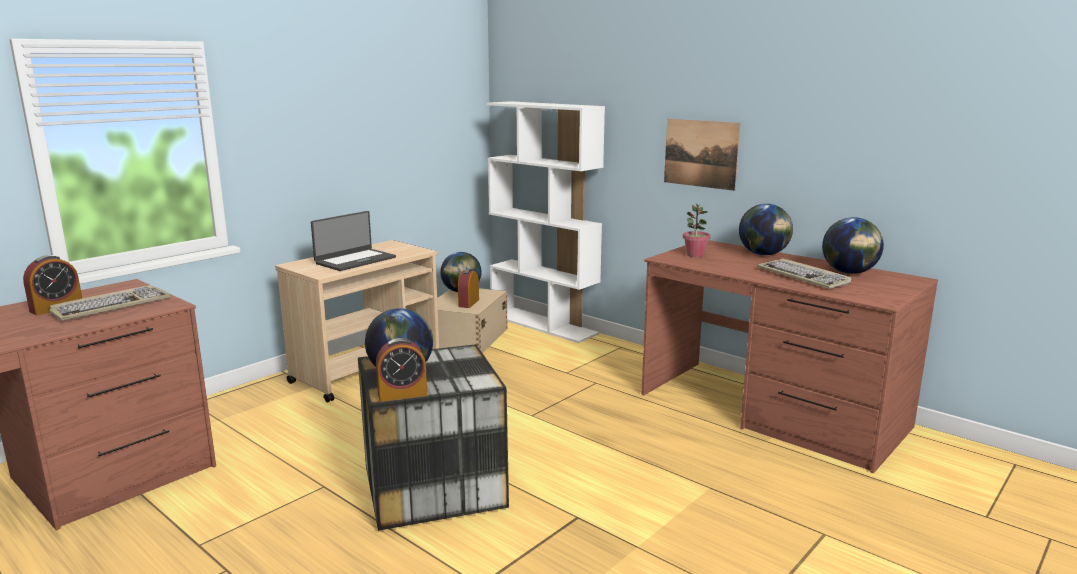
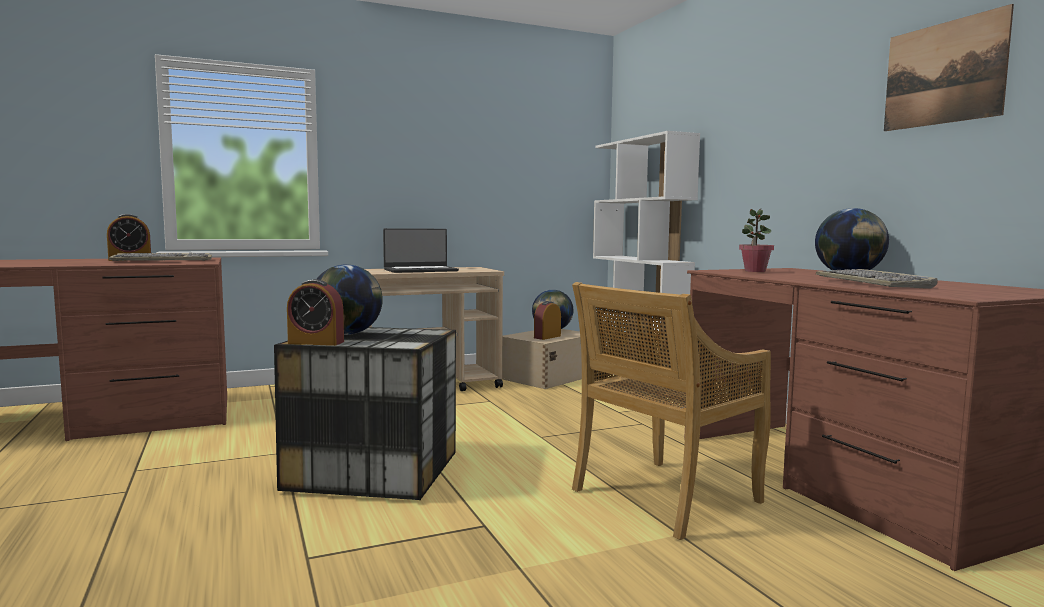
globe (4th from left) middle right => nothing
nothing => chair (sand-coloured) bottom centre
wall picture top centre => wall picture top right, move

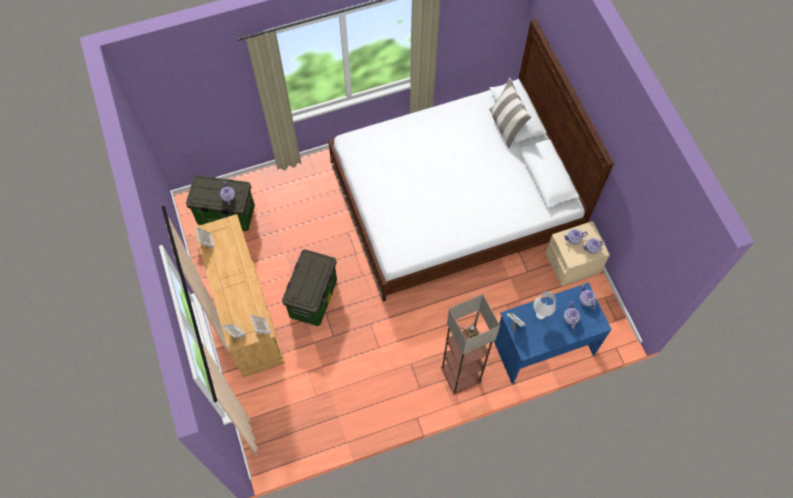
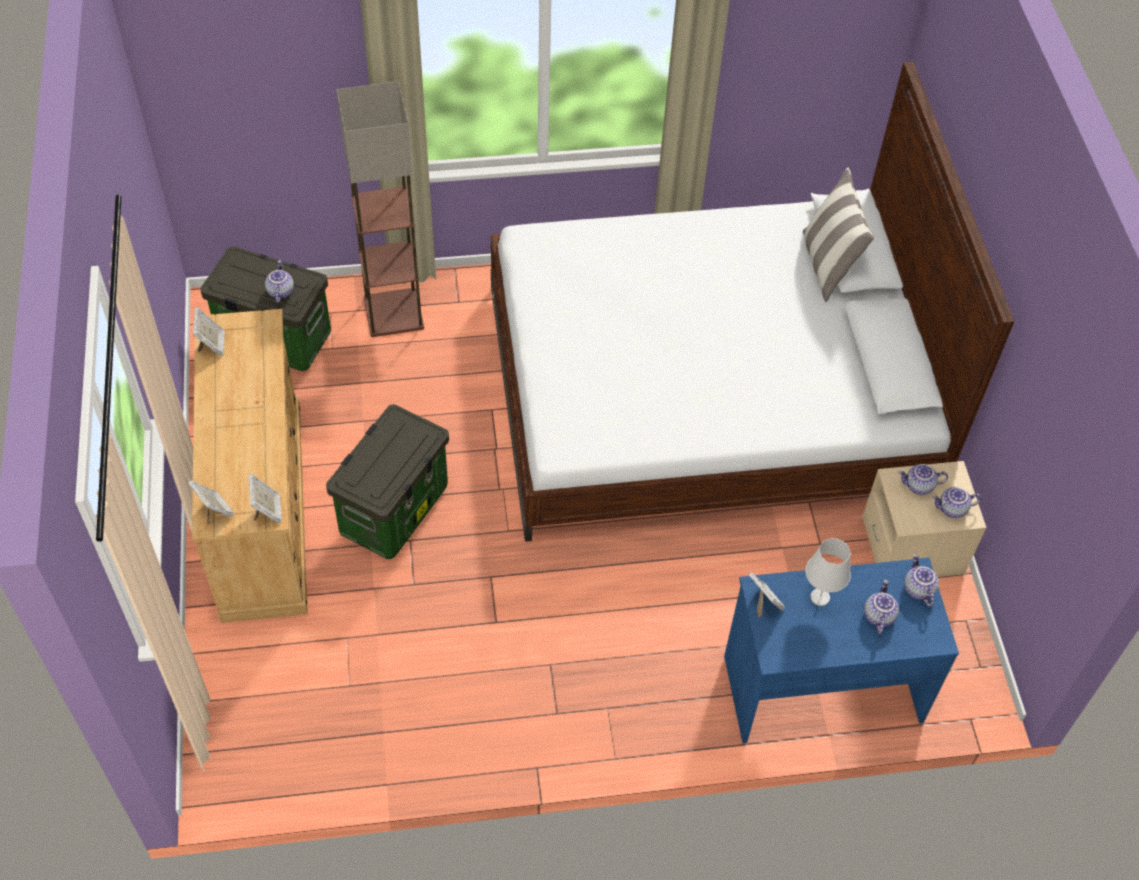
floor lamp bottom centre => floor lamp top centre, move

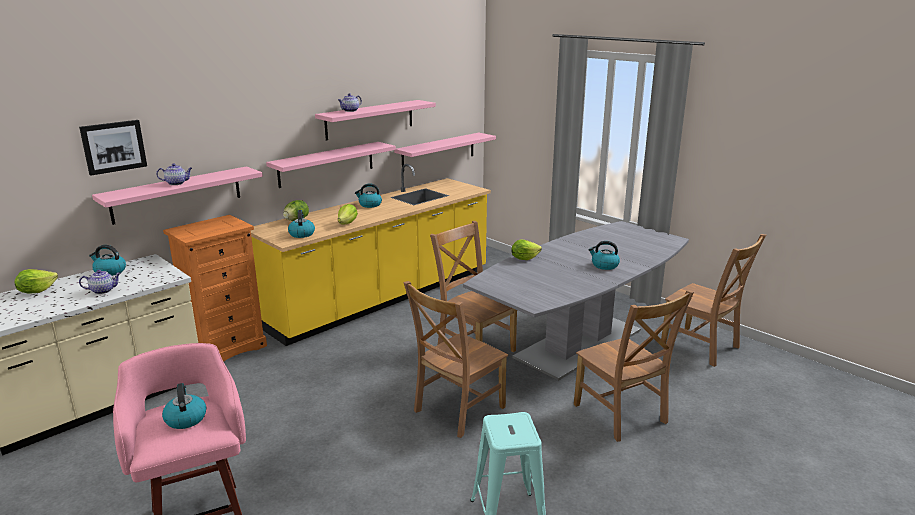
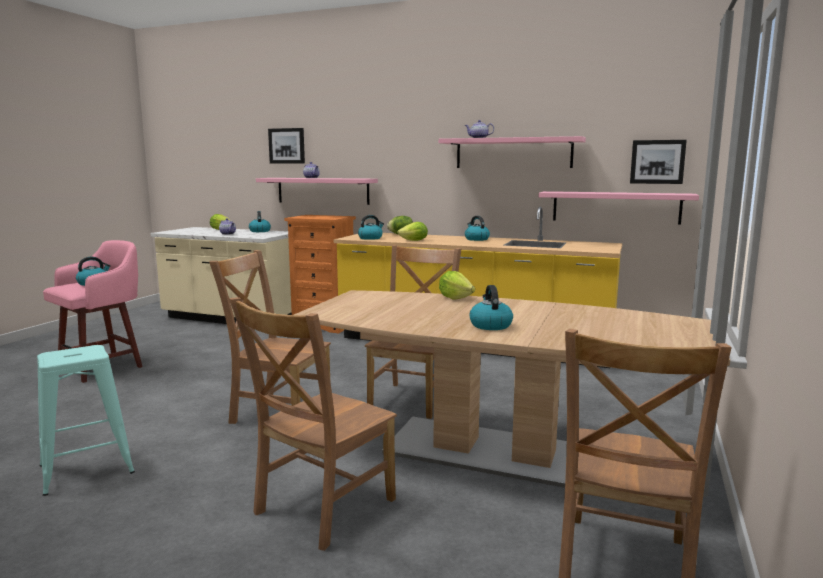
shelf (pink) (2nd from left) top centre => nothing
nothing => wall picture (2nd from left) top right
dining table (grey) centre => dining table (brownish) bottom centre

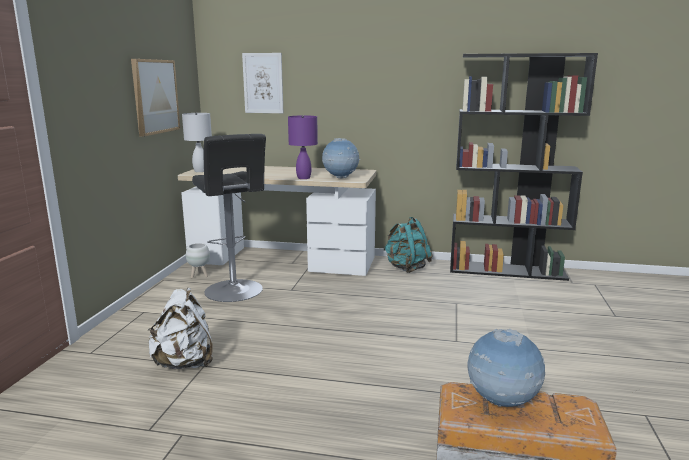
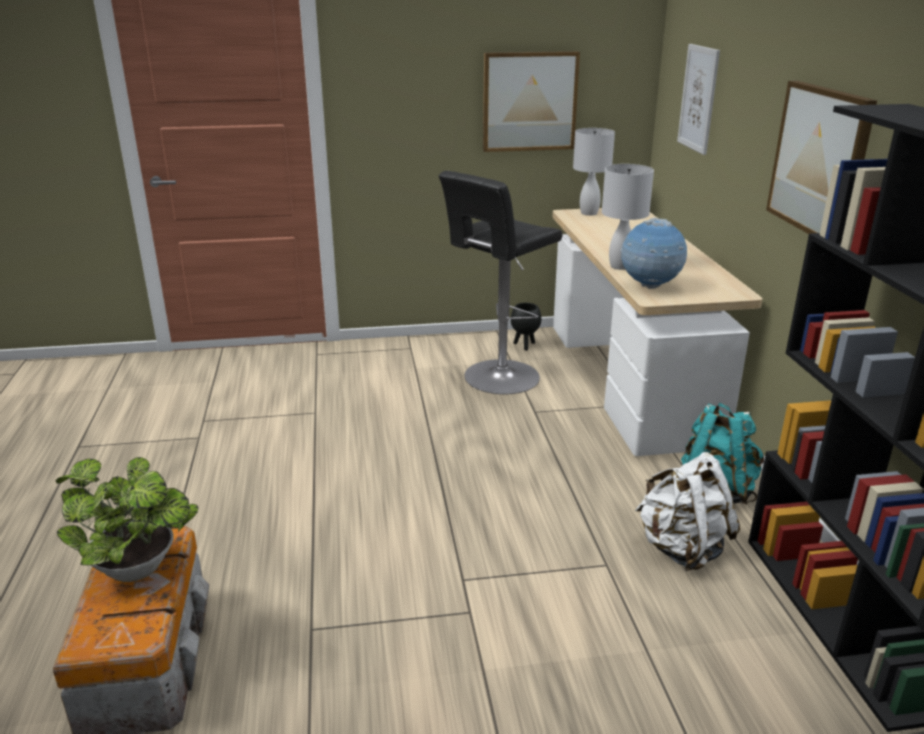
nothing => wall picture (3rd from left) top right
rucksack (whitish) bottom left => rucksack (whitish) bottom right, move
globe (2nd from left) bottom right => plant in a pot bottom left
planter (whitish) middle left => planter (black-coloured) centre
tabletop lamp (purplish) top centre => tabletop lamp (whitish) (2nd from left) top right

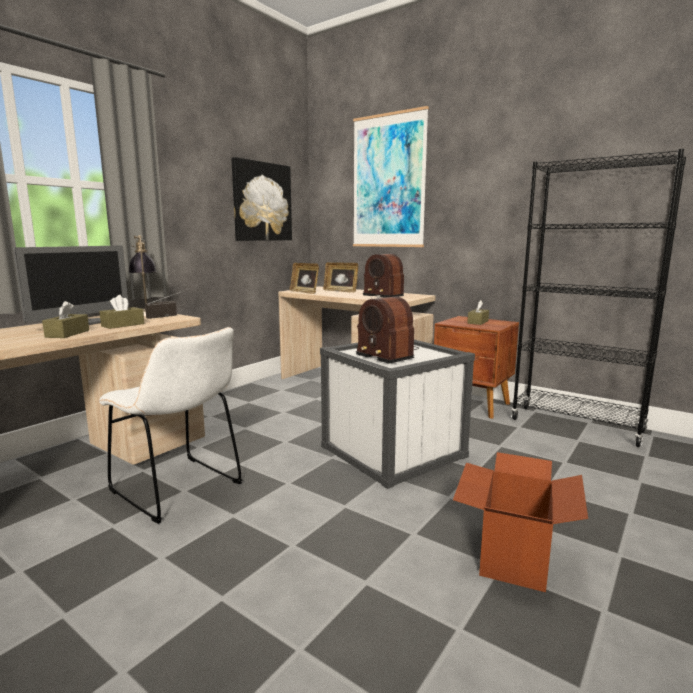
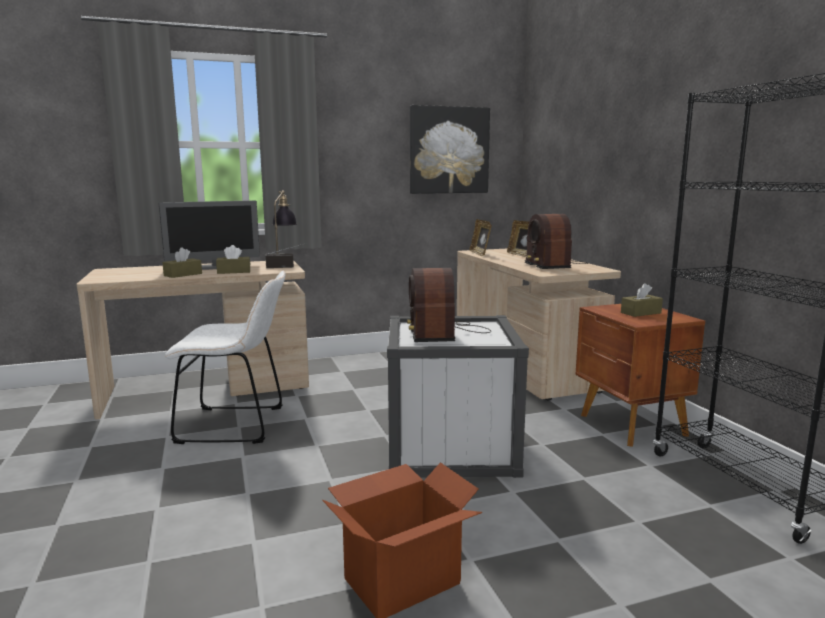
wall picture (2nd from left) top centre => nothing
chair (whitish) middle left, 75 degrees counterclockwise

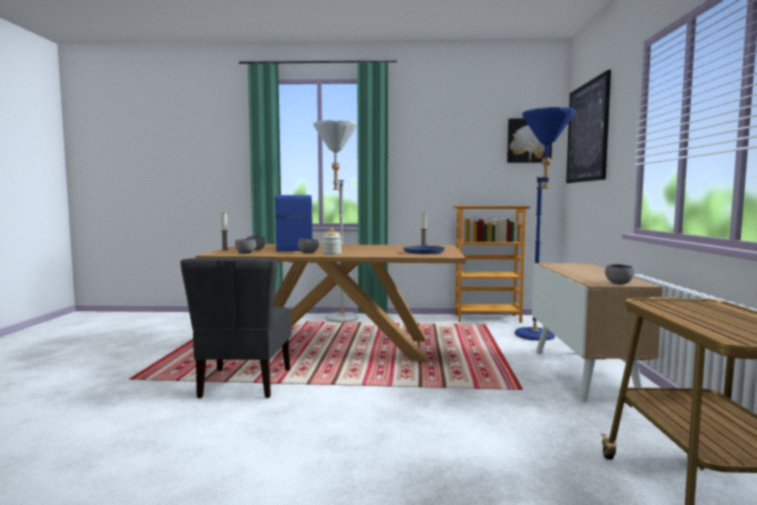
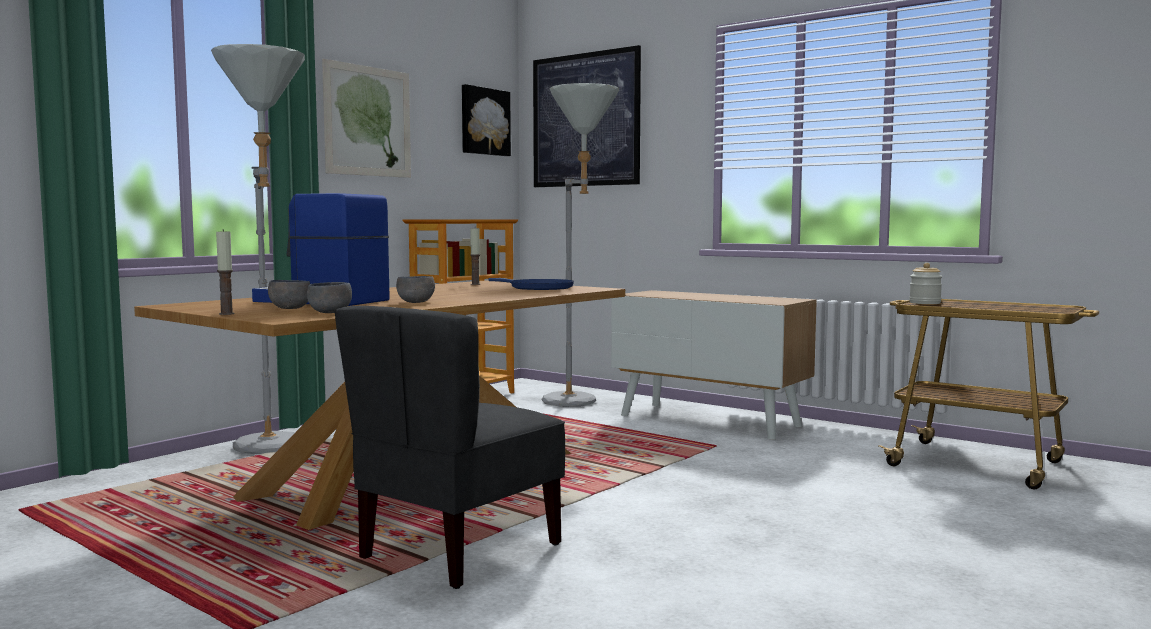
deep dish (grey) (4th from left) middle right => nothing
nothing => wall picture (1st from left) top left
storage jar centre => storage jar middle right, move
floor lamp (blue-coloured) middle right => floor lamp (grey) (2nd from left) centre
chair (grey) middle left => chair (grey) bottom centre, 90 degrees clockwise

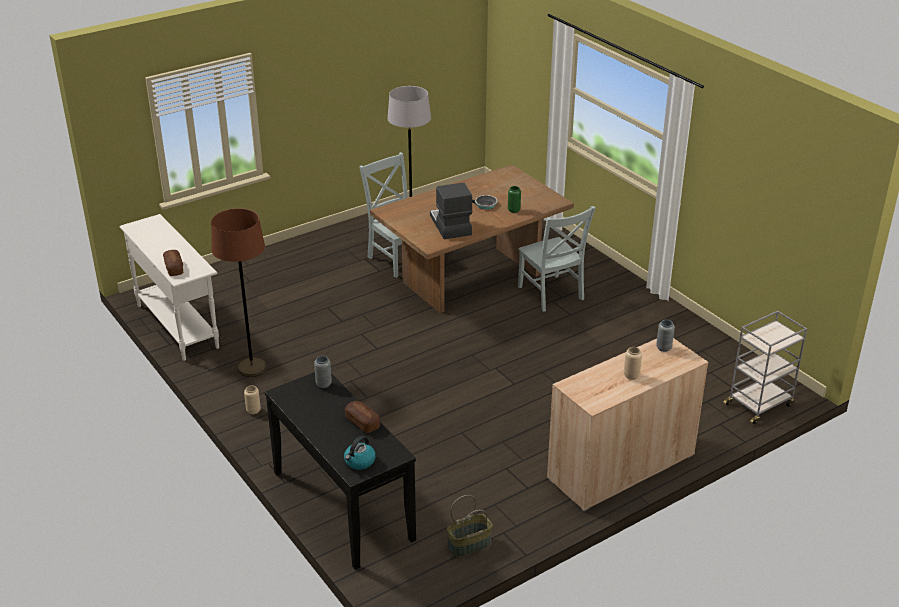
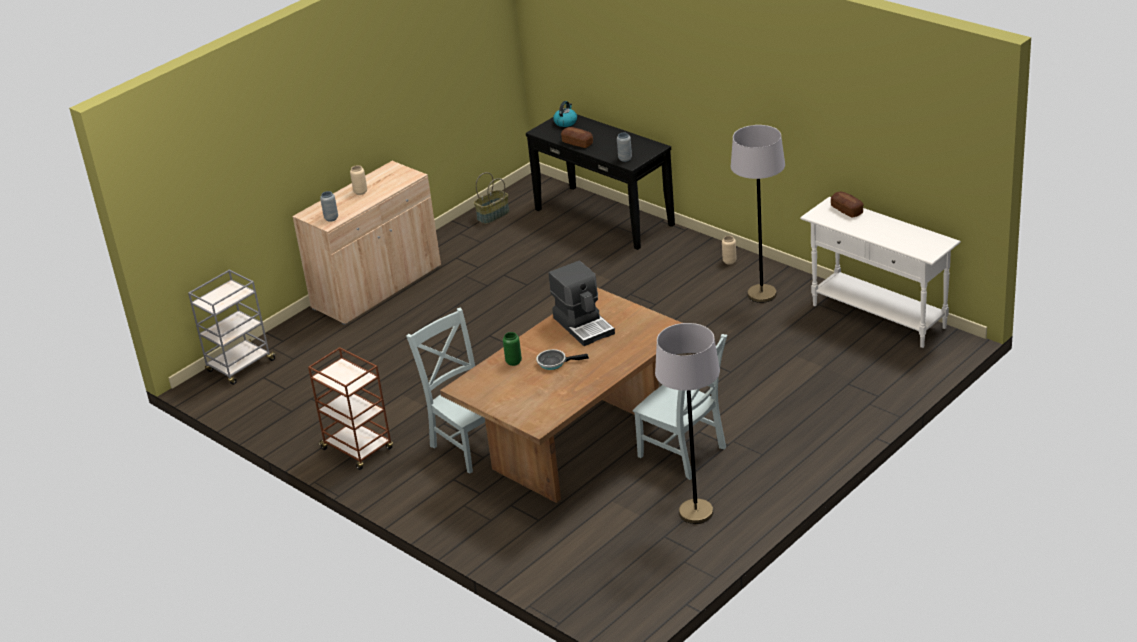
nothing => cart (brownish) middle left
floor lamp (brownish) middle left => floor lamp (grey) (2nd from left) middle right

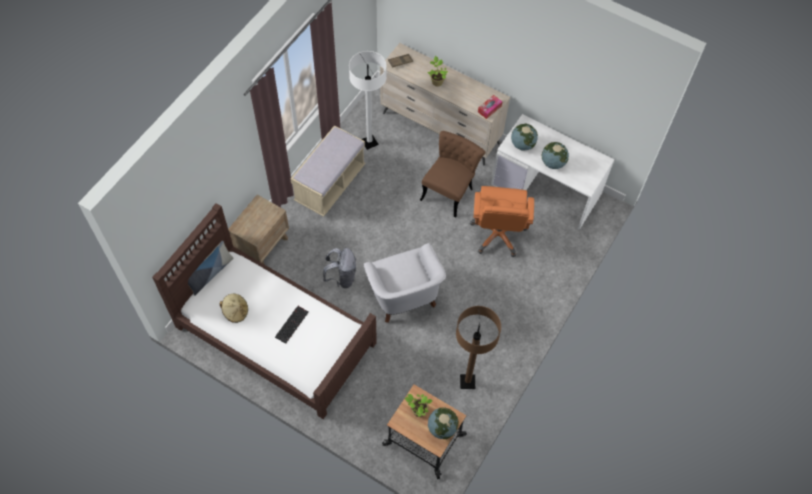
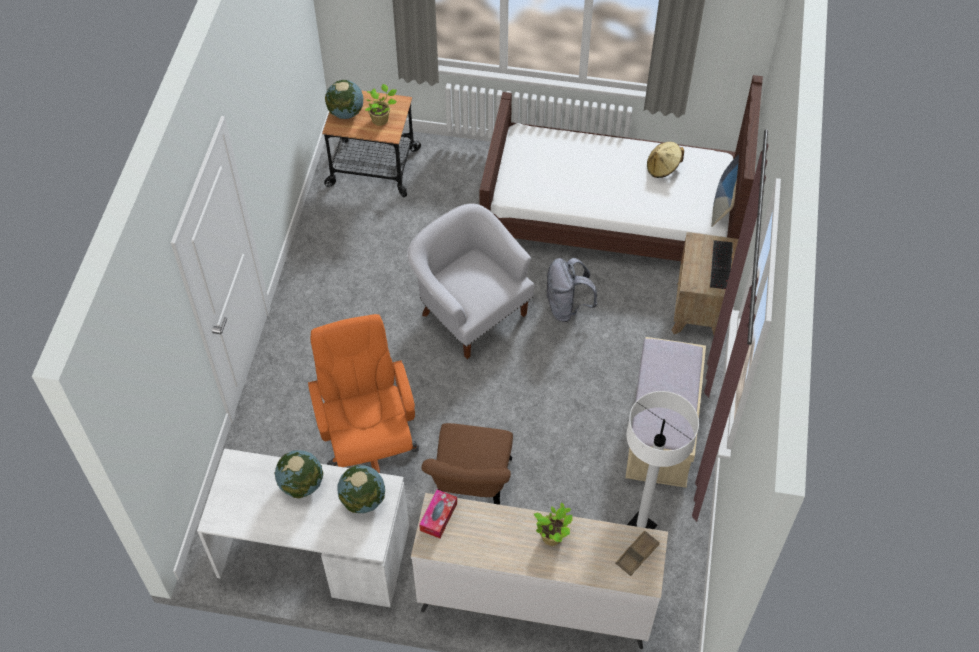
floor lamp (brownish) bottom centre => nothing
keyboard centre => keyboard middle right, move

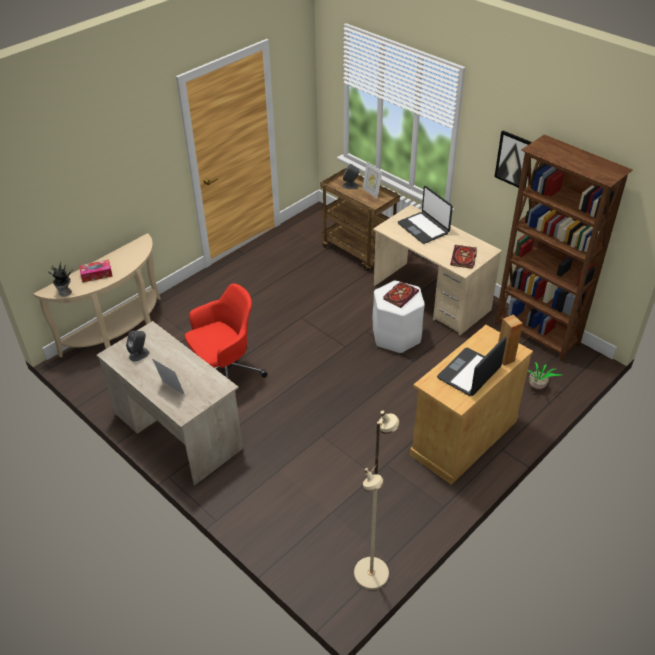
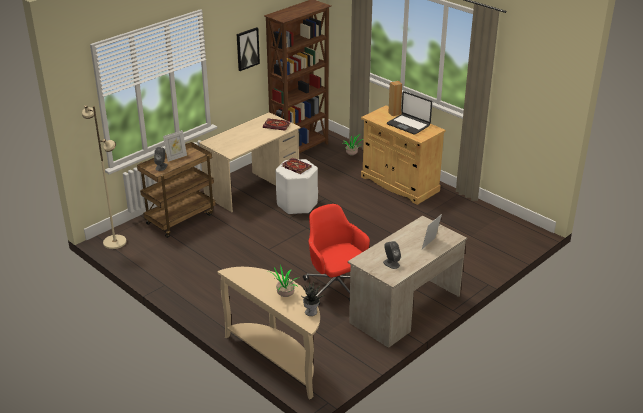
laptop (1st from left) top centre => nothing
floor lamp (sand-coloured) bottom centre => floor lamp (sand-coloured) middle left, move
tissue holder middle left => plant in a pot (1st from left) bottom centre

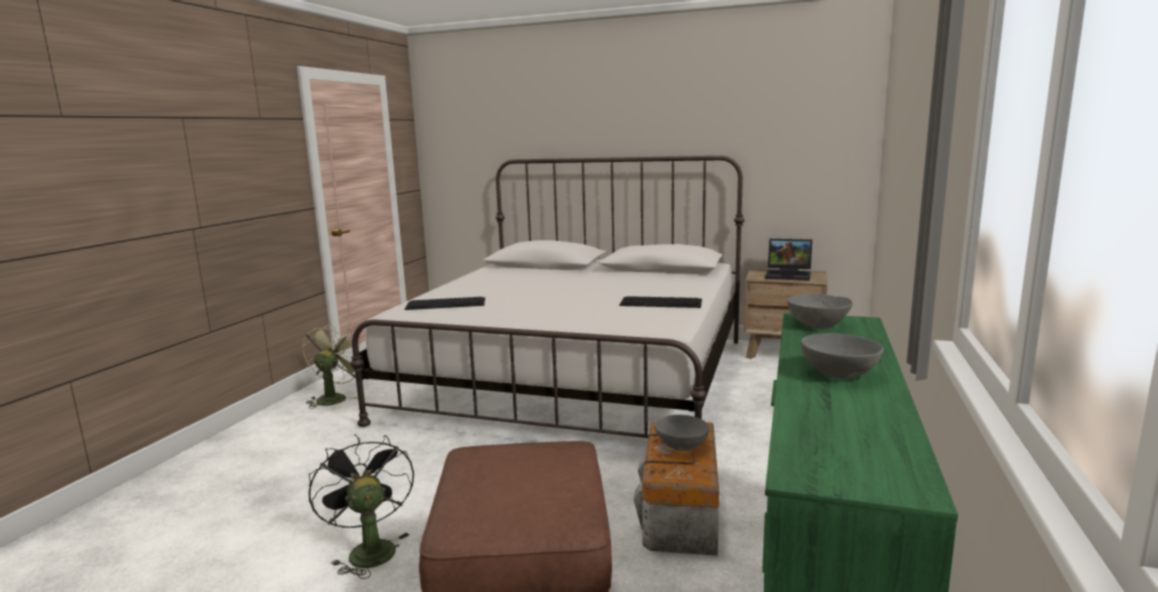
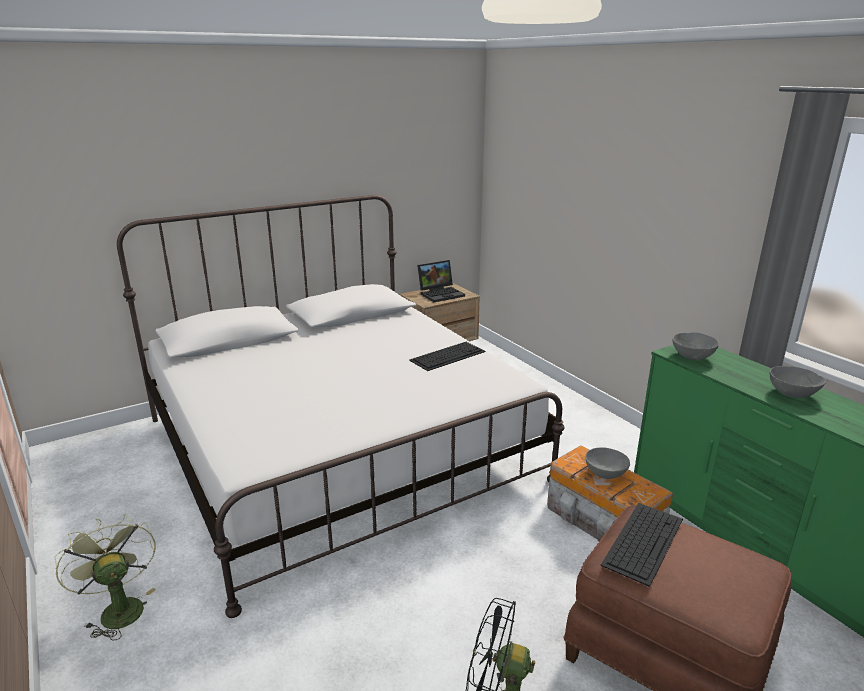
keyboard (1st from left in the first image) centre => keyboard (2nd from left) bottom right, move

